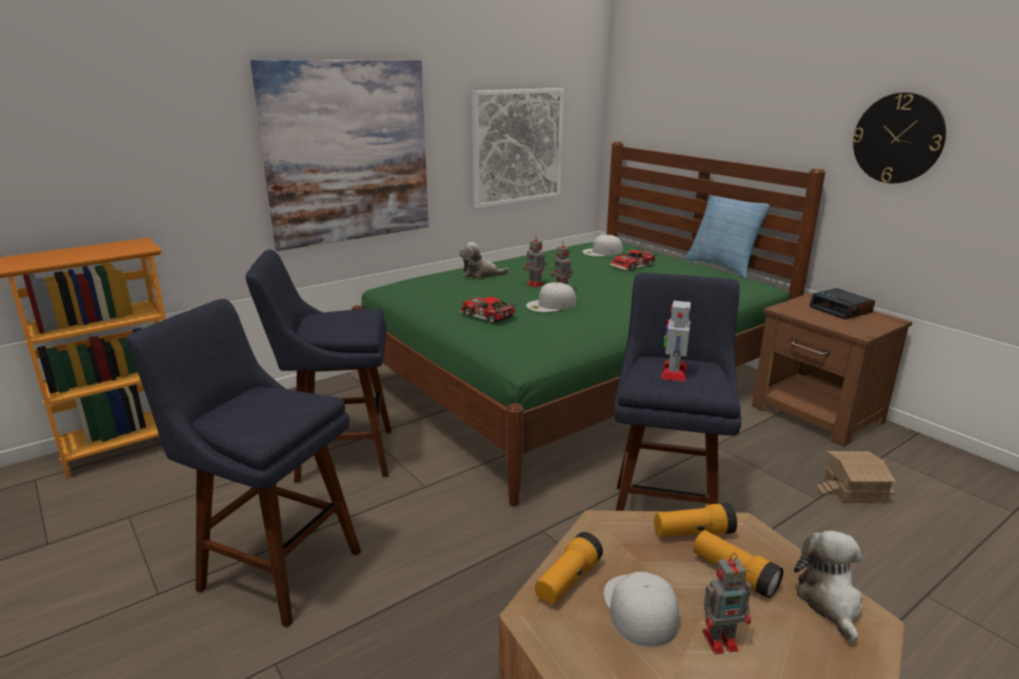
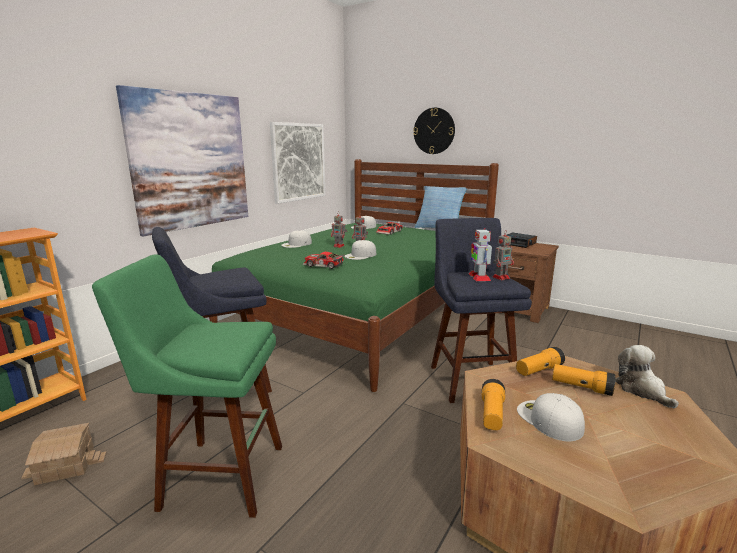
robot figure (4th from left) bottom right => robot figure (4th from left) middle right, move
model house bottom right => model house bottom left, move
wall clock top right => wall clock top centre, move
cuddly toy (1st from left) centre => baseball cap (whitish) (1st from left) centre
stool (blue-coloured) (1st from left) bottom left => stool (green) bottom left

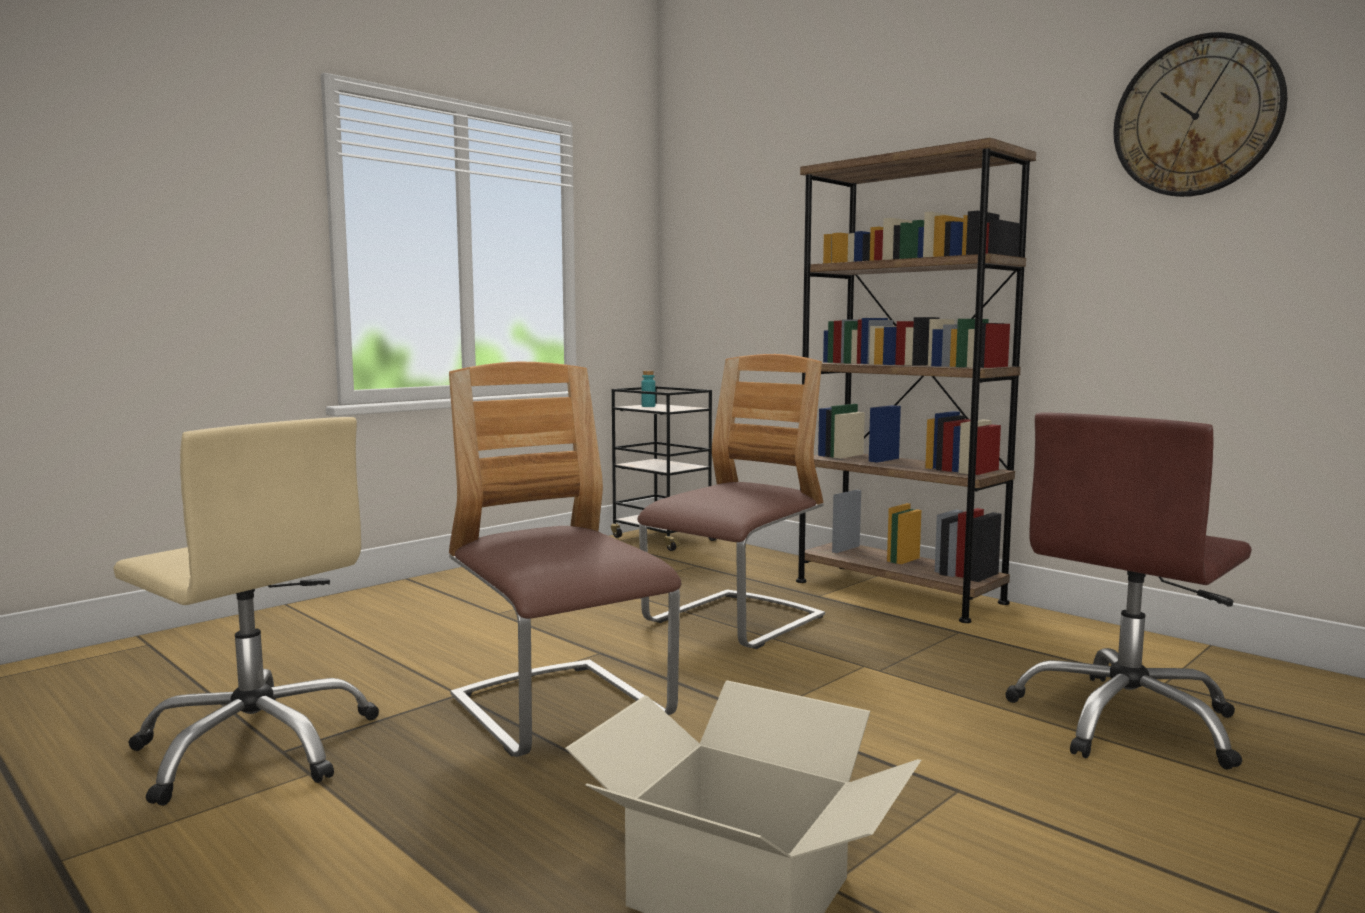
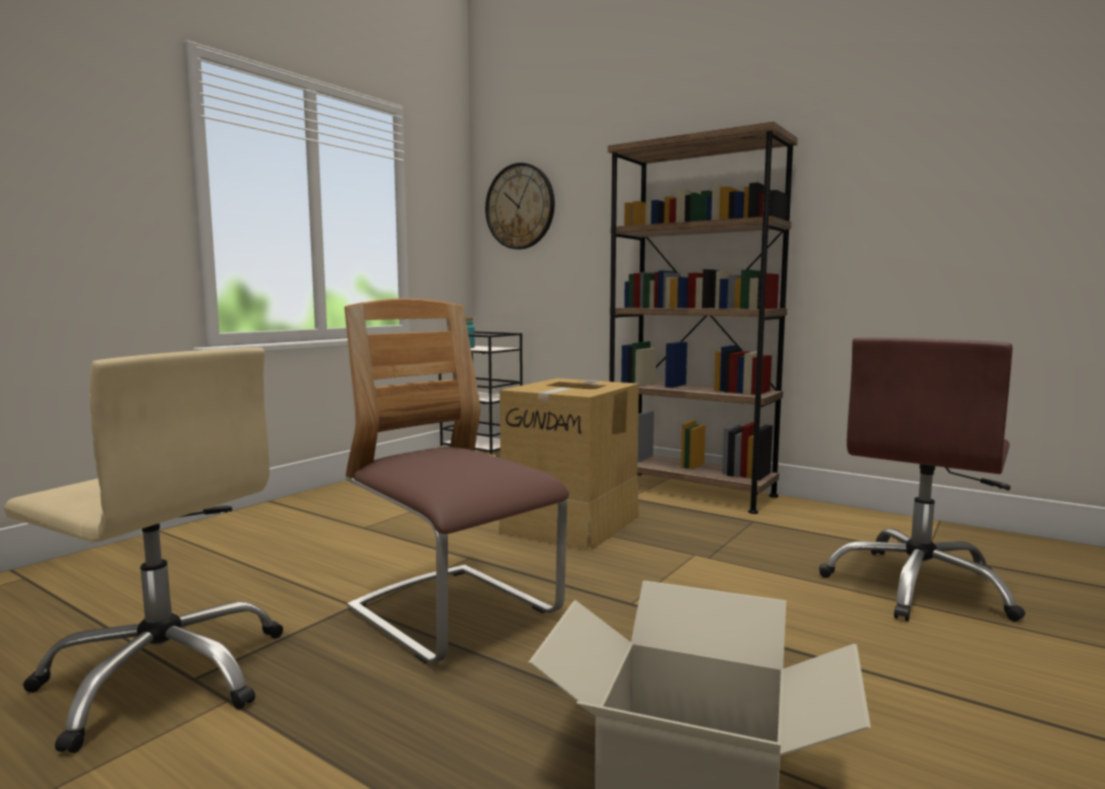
wall clock top right => wall clock top centre, move
chair (2nd from left) centre => carton (1st from left) centre

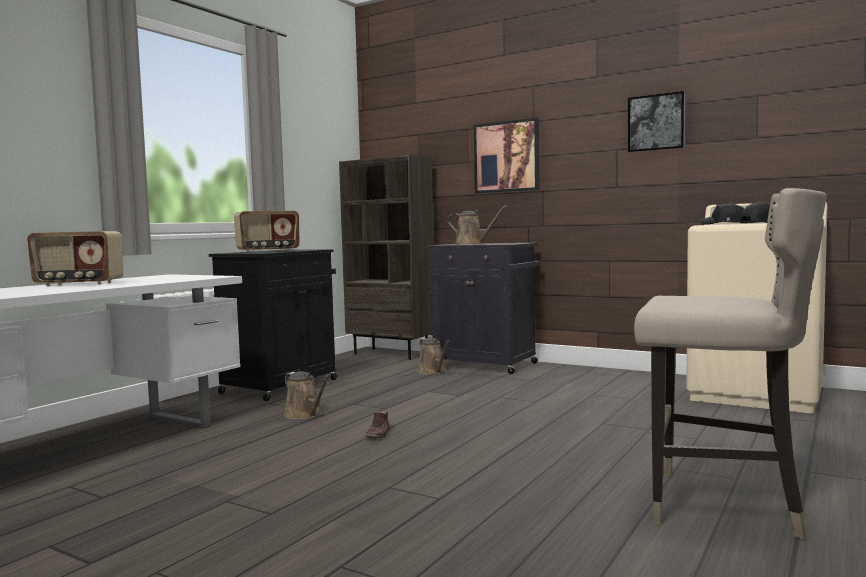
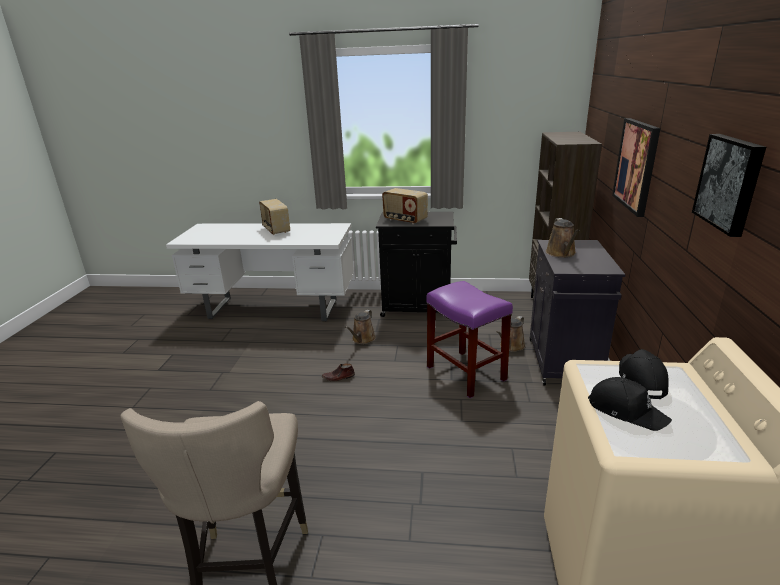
nothing => stool (purplish) centre

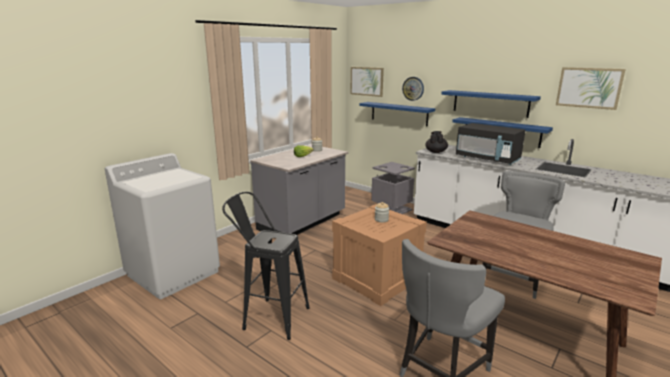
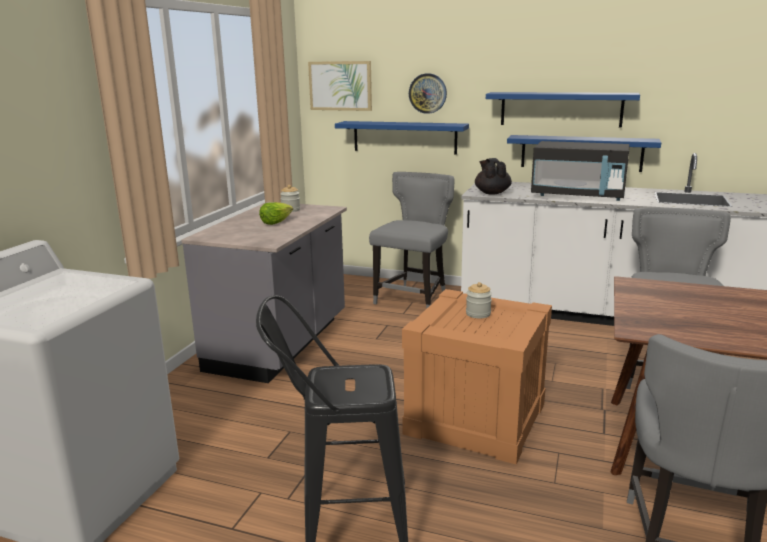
wall picture (2nd from left) top right => nothing
rubbish bin (grey) centre => chair (grey) (1st from left) centre

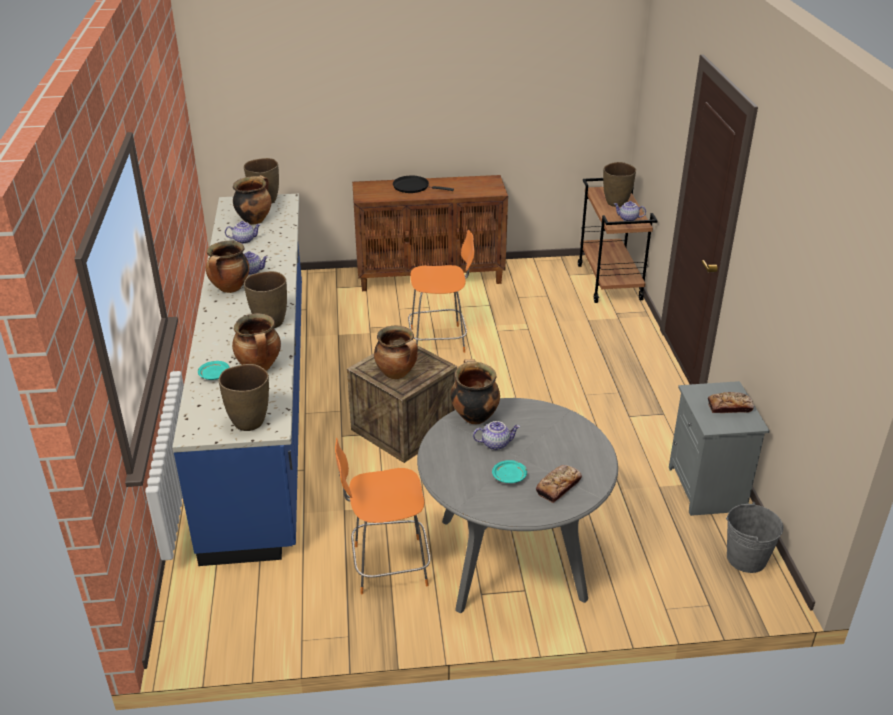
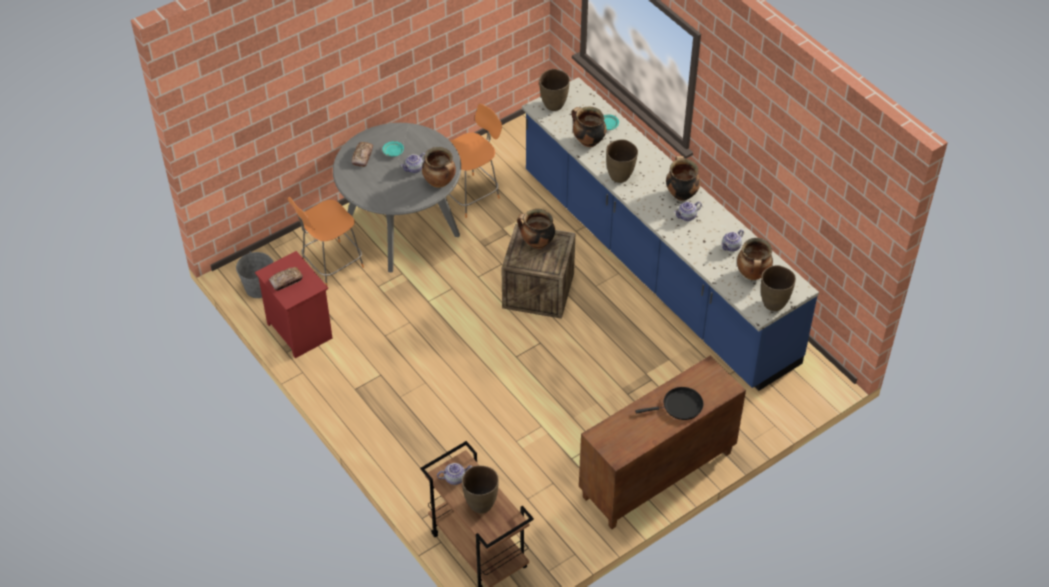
chair (orange-coloured) (2nd from left in the first image) centre => chair (orange-coloured) (1st from left) middle left, move
nightstand (grey) middle right => nightstand (reddish) middle left

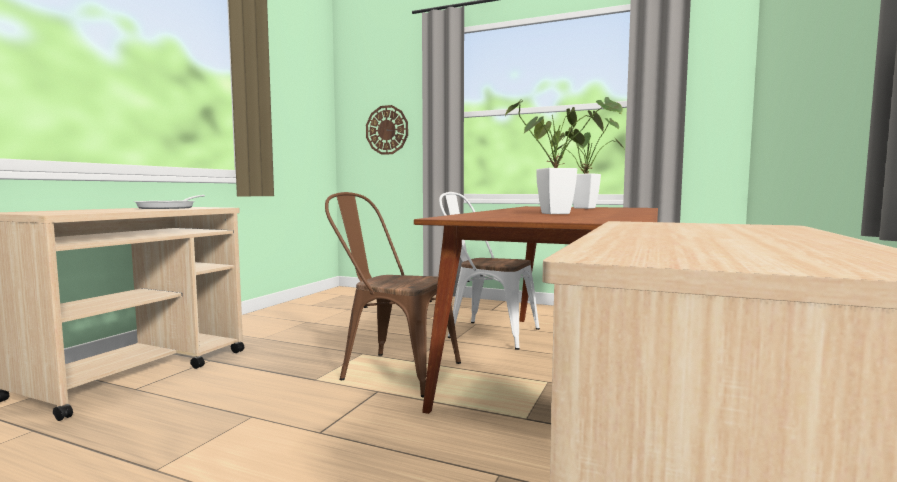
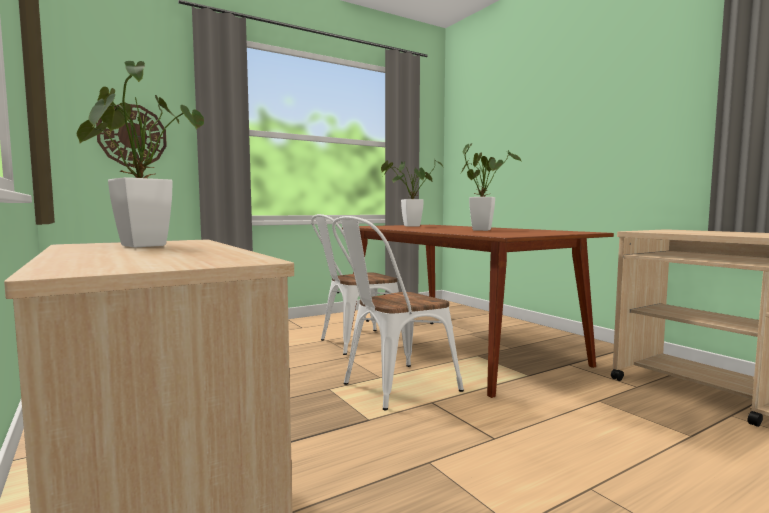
skillet middle left => plant in a pot (1st from left) top left
chair (brownish) centre => chair (whitish) (2nd from left) centre

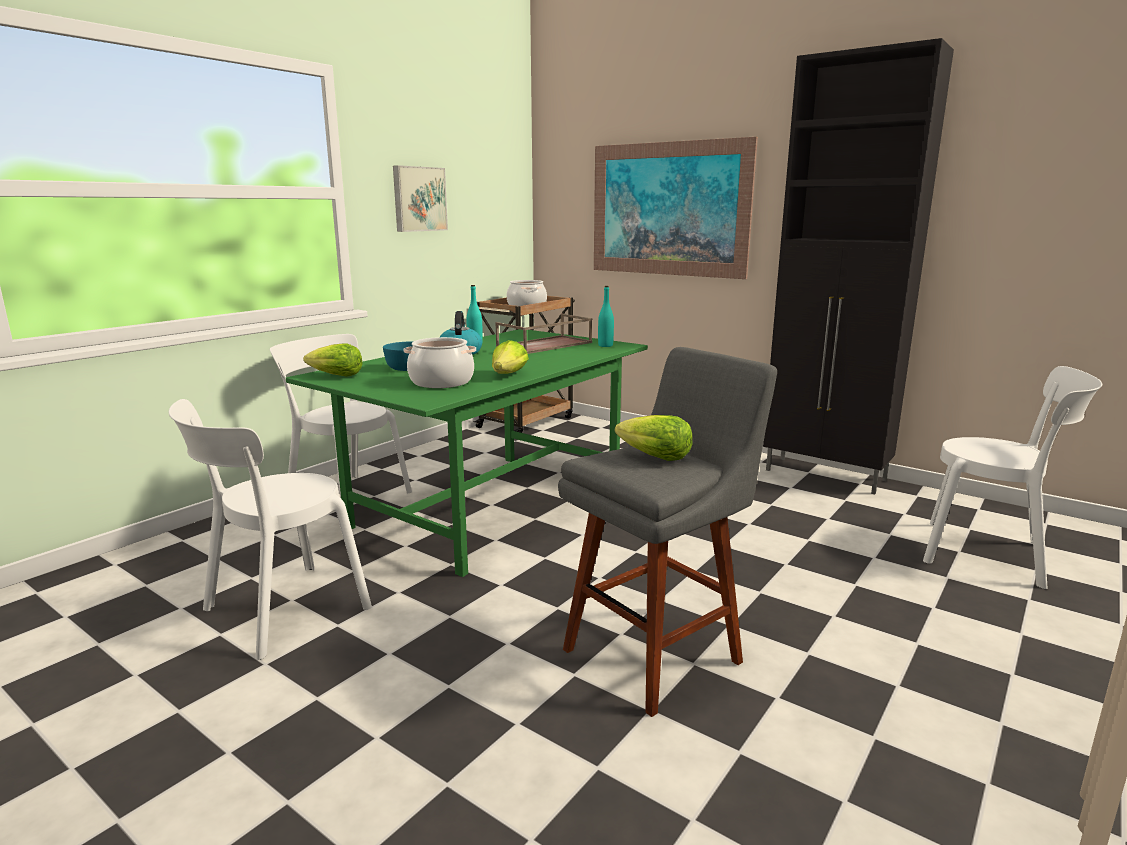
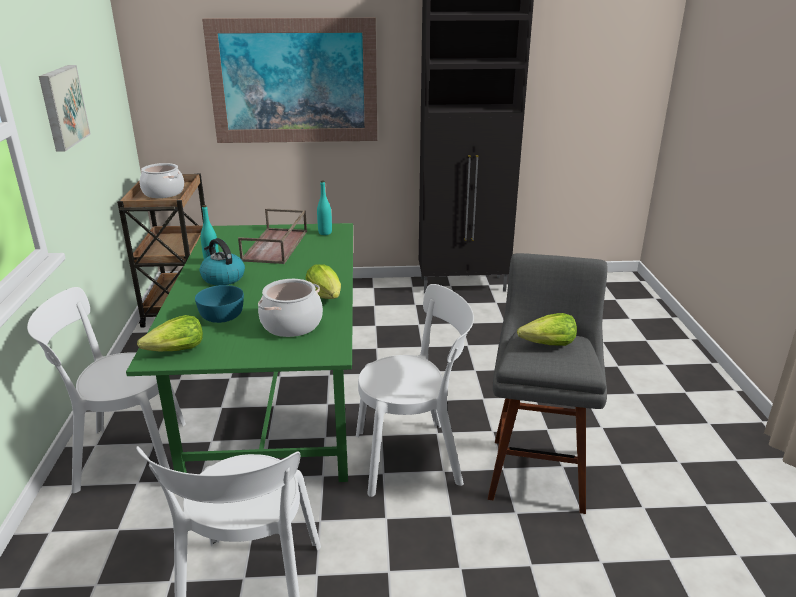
chair (whitish) (3rd from left) middle right => chair (whitish) (3rd from left) centre, move

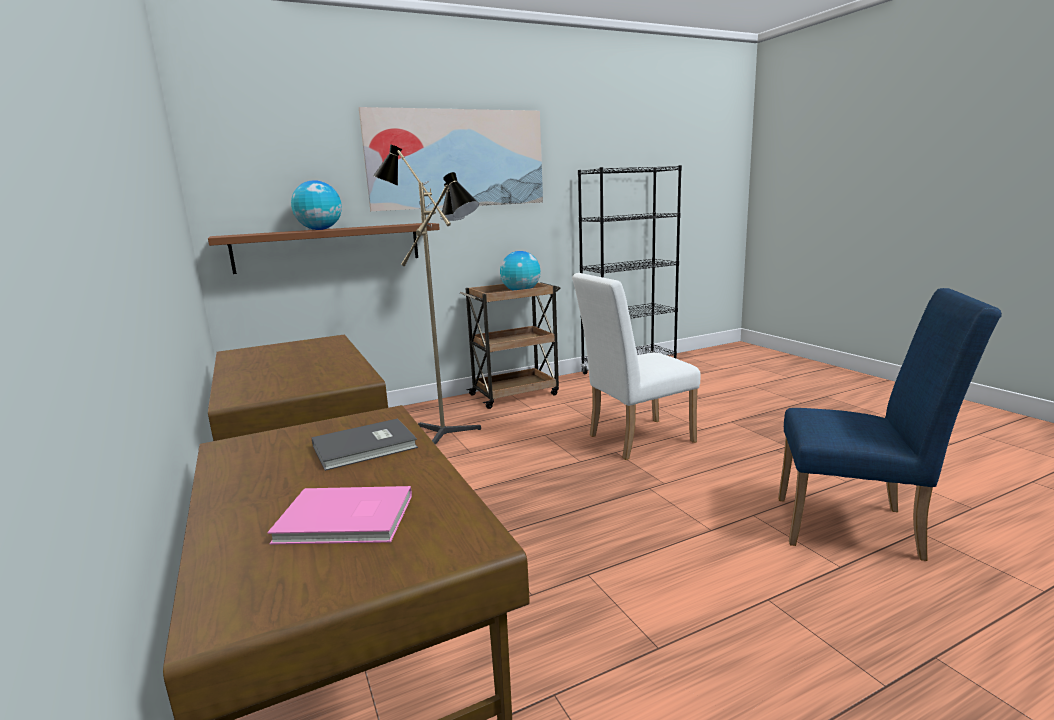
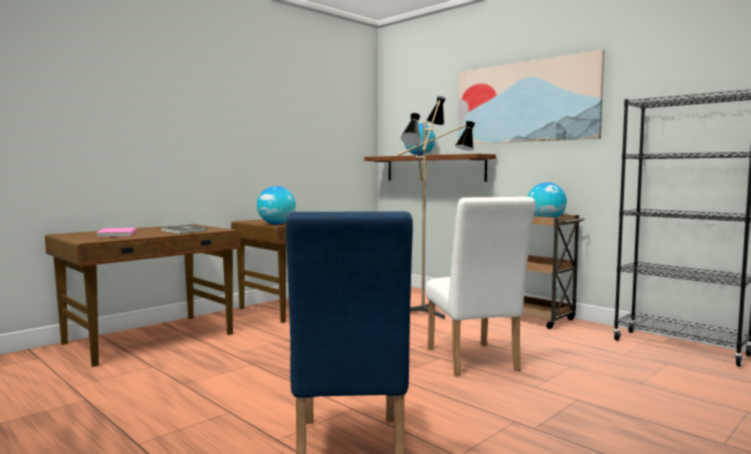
nothing => globe (1st from left) centre
chair (whitish) centre, 150 degrees counterclockwise

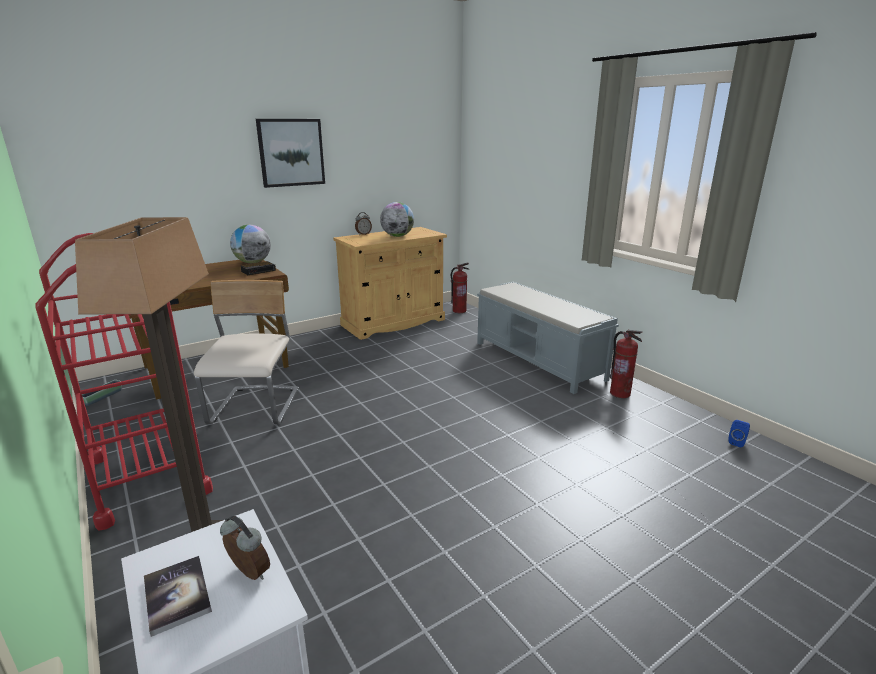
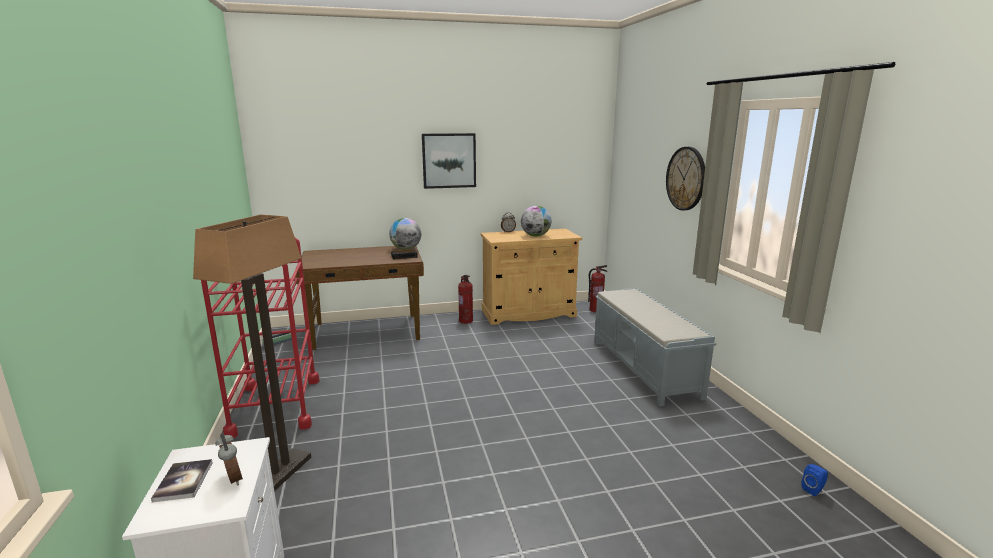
chair (sand-coloured) middle left => nothing
nothing => wall clock top right
extinguisher (2nd from left in the first image) middle right => extinguisher (1st from left) centre, move

